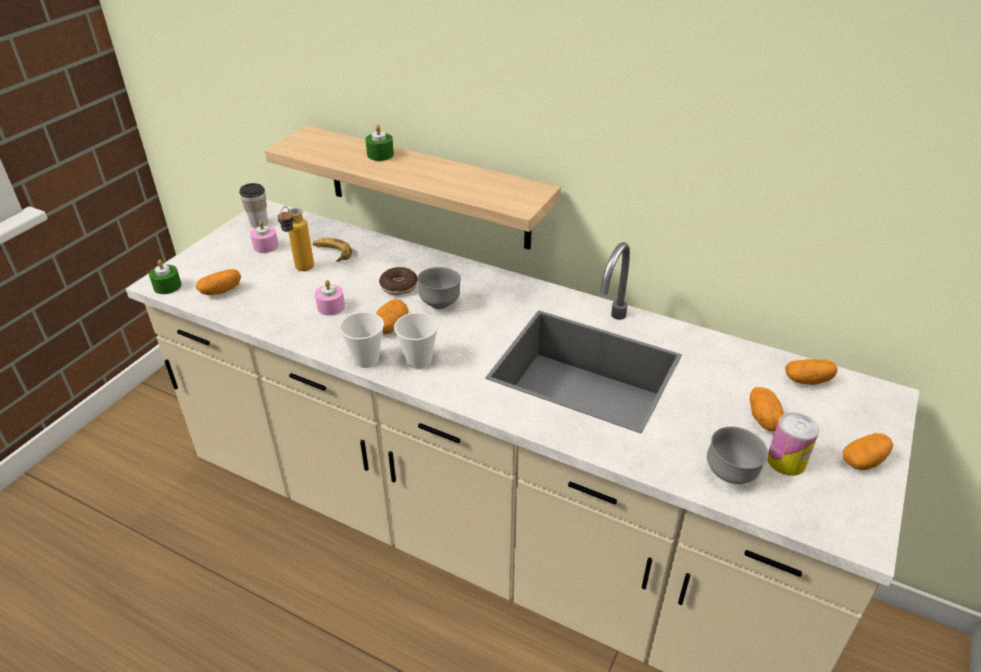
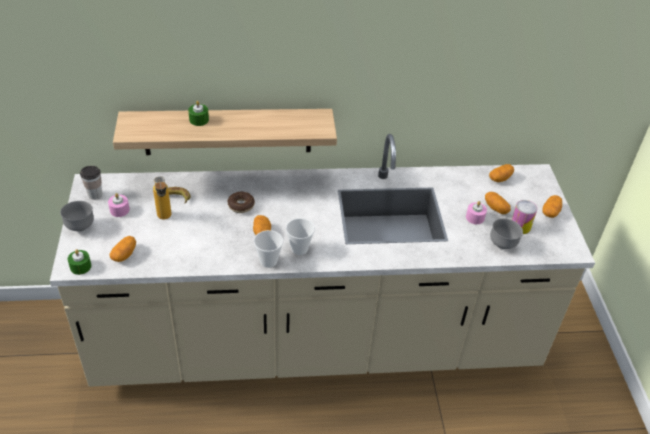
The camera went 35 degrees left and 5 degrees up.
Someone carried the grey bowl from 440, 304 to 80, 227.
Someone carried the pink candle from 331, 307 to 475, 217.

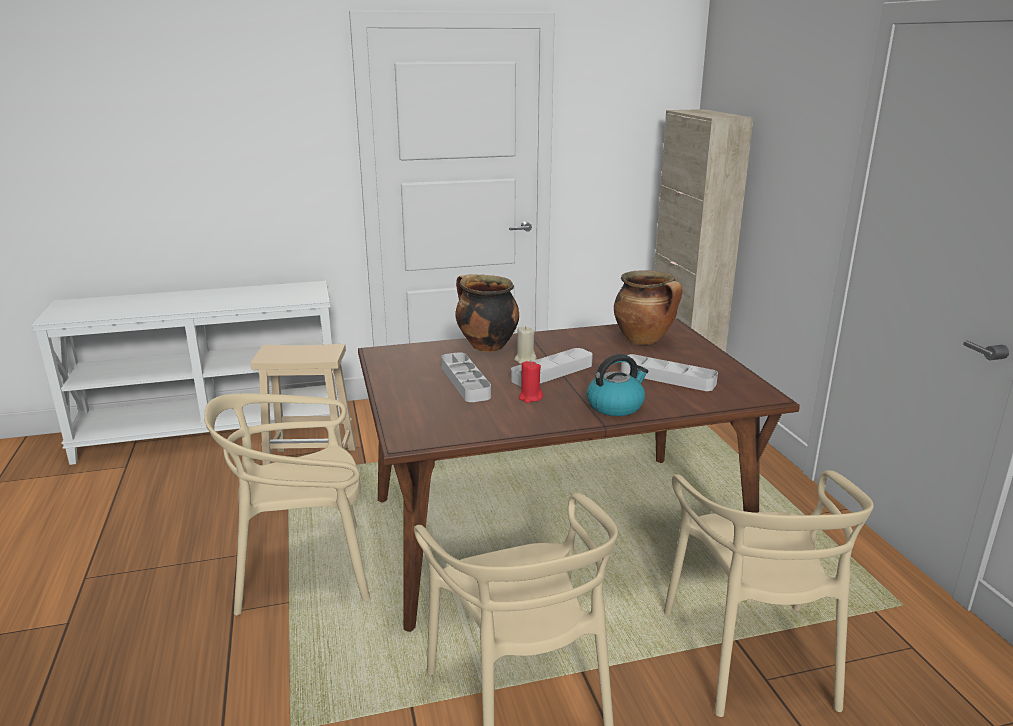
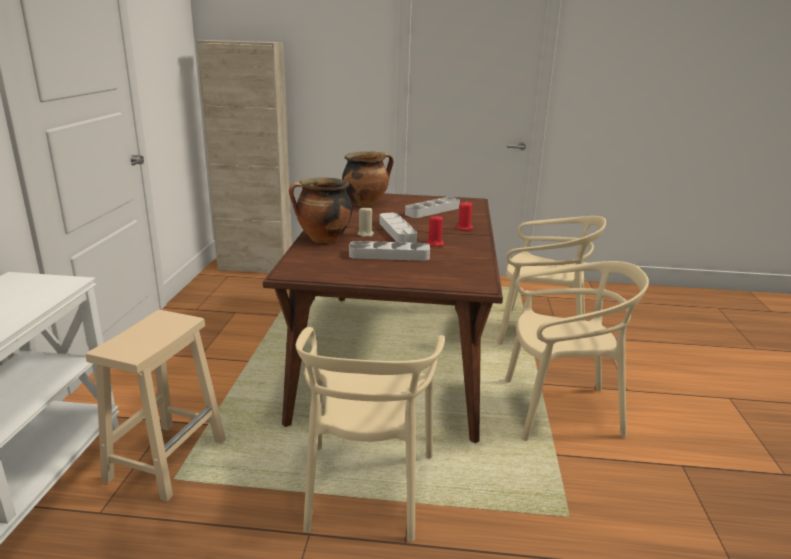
The camera went 70 degrees left and 0 degrees up.
Someone swapped the kettle at 615, 405 for the red candle at 464, 228.

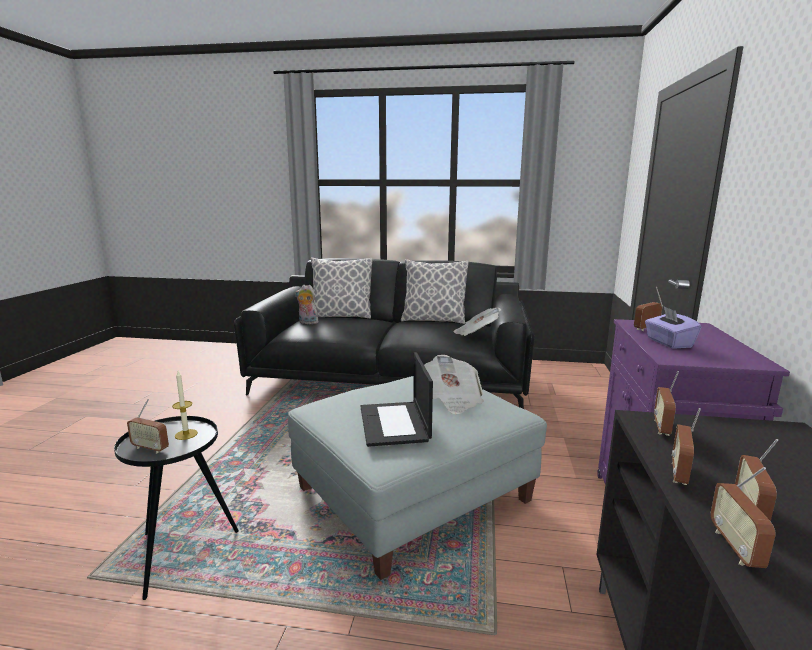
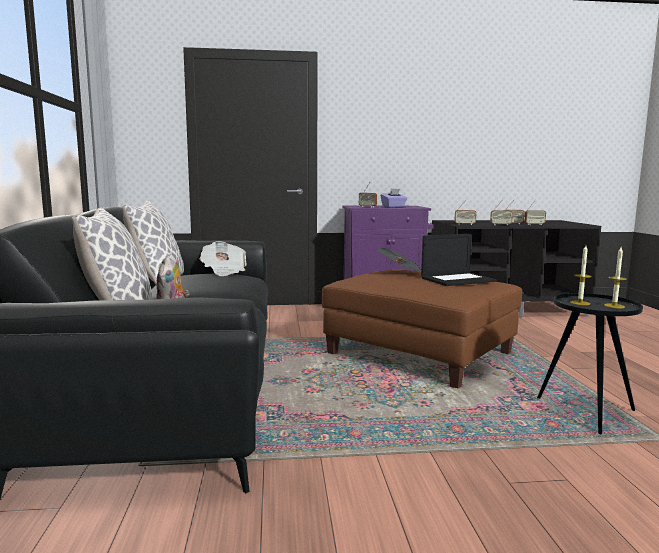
The camera went 105 degrees left and 5 degrees down.
Someone repainted the grey ottoman at 413, 493, which became the brown ottoman at 418, 353.
Someone swapped the radio at 150, 448 for the candle at 614, 306.

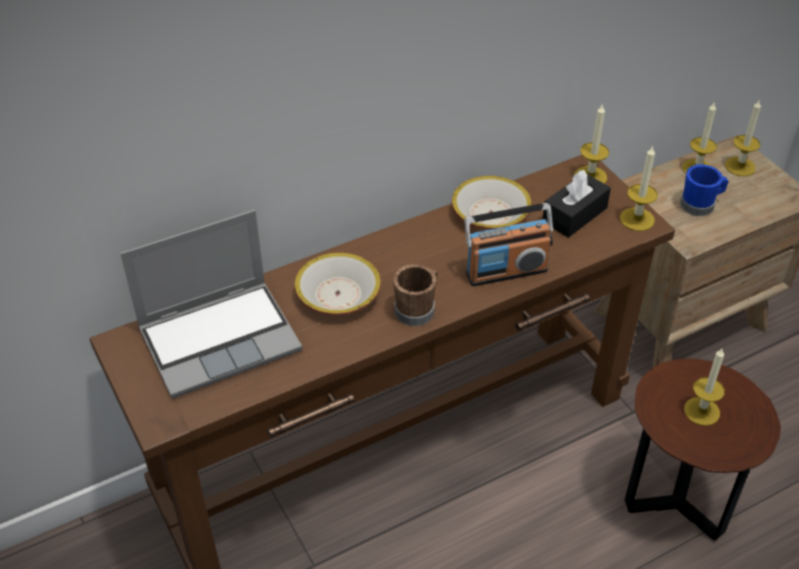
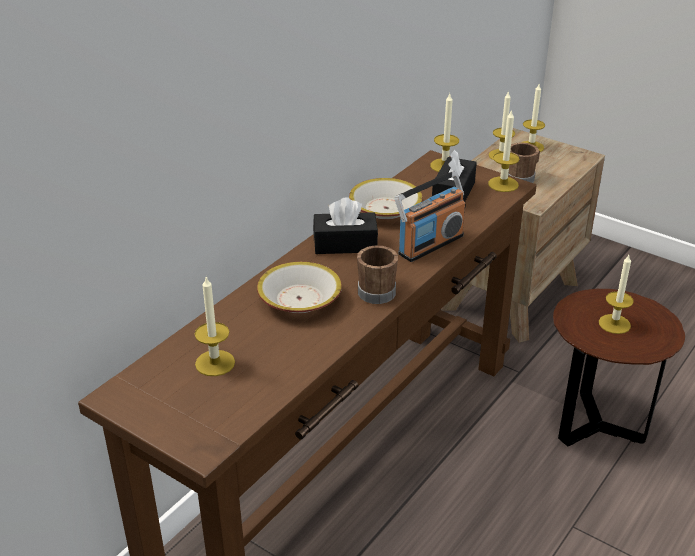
The camera went 25 degrees left and 10 degrees down.
Someone swapped the laptop at 221, 338 for the candle at 215, 363.
Someone put down the black tissue box at 345, 244.
Someone repainted the blue mug at 700, 204, which became the brown mug at 522, 178.

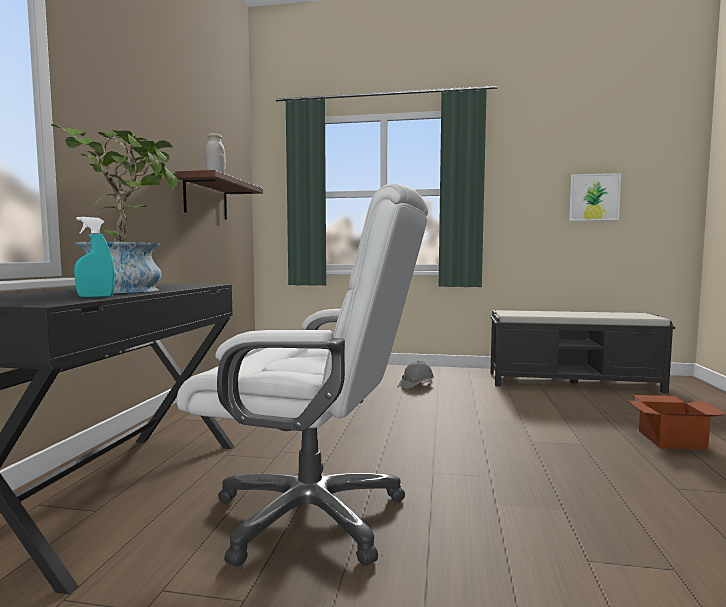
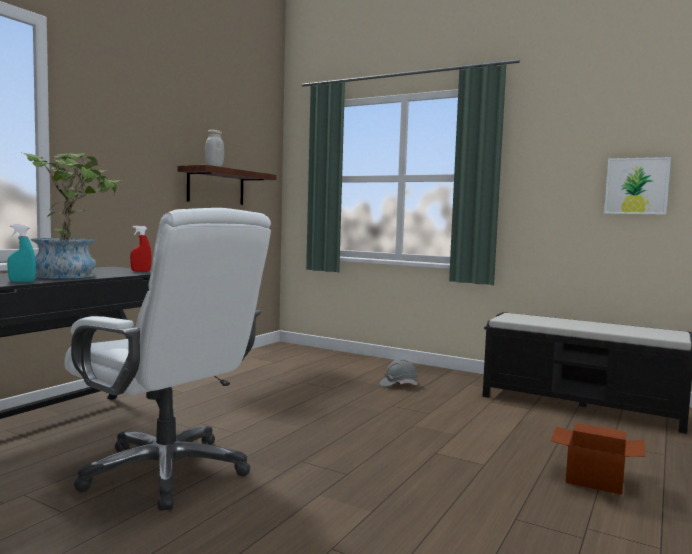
The camera went 20 degrees right and 0 degrees up.
Someone put down the red spray bottle at 141, 271.

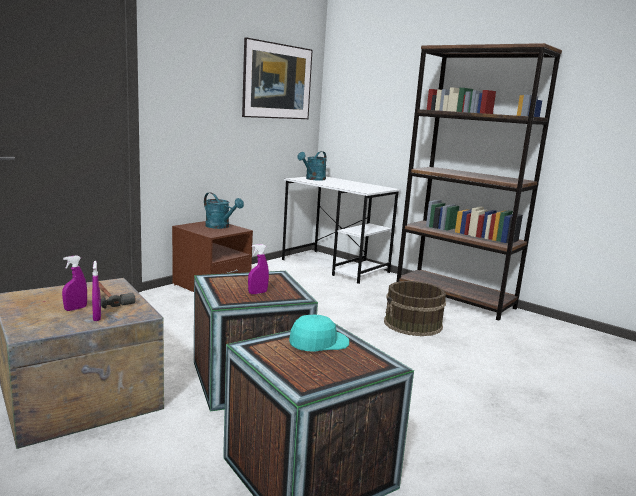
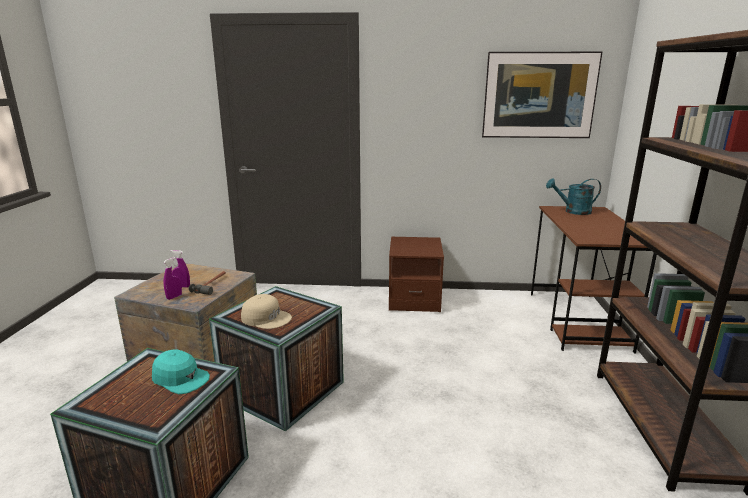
The camera went 55 degrees right and 5 degrees up.
Someone swapped the purple spray bottle at 257, 293 for the beige cap at 266, 318.
Someone repainted the white desk at 335, 266, which became the brown desk at 577, 320.
Someone took away the turquoise watering can at 220, 227.
Someone took away the brown bucket at 413, 324.

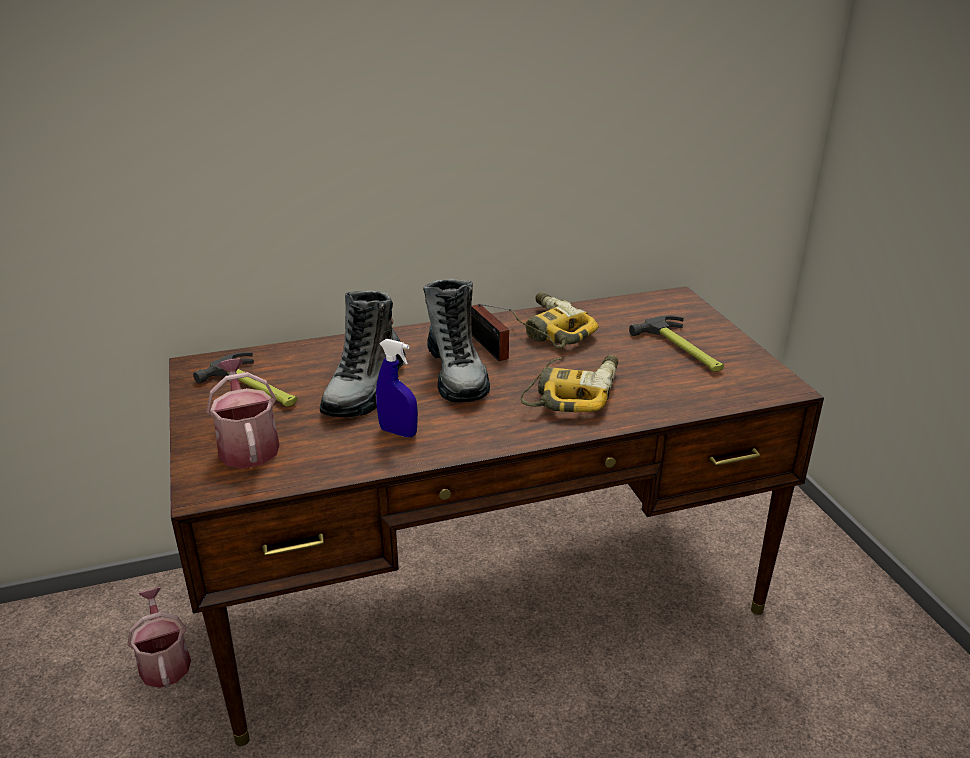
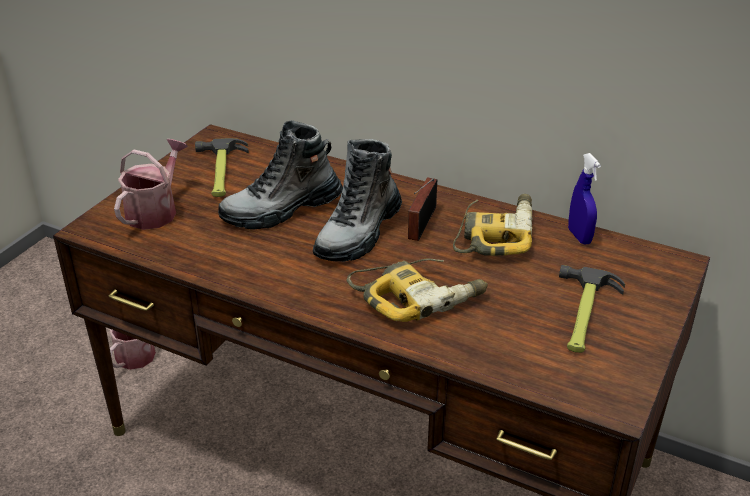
The camera went 45 degrees right and 5 degrees up.
Someone carried the blue spray bottle from 398, 432 to 579, 236.

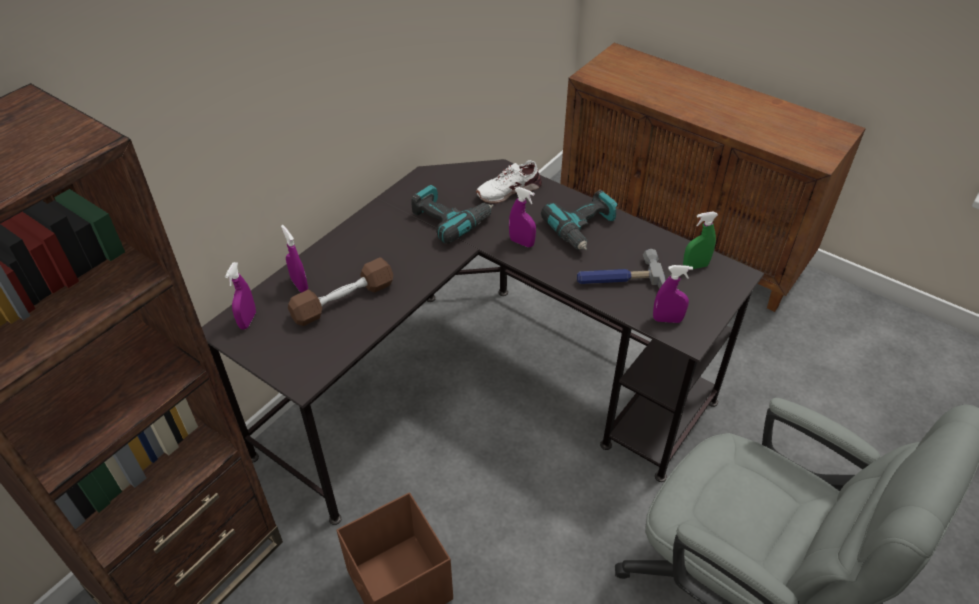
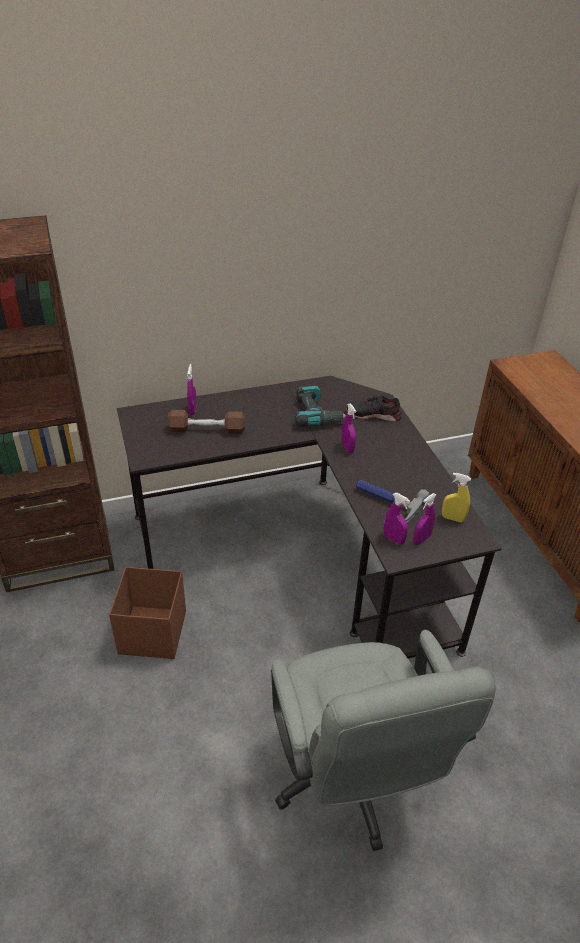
The camera went 35 degrees right and 5 degrees down.
Someone repainted the white shoe at 508, 190, which became the black shoe at 373, 414.
Someone carried the purple spray bottle from 247, 320 to 421, 539.
Someone repainted the green spray bottle at 695, 266, which became the yellow spray bottle at 452, 518.
Someone took away the power drill at 584, 229.

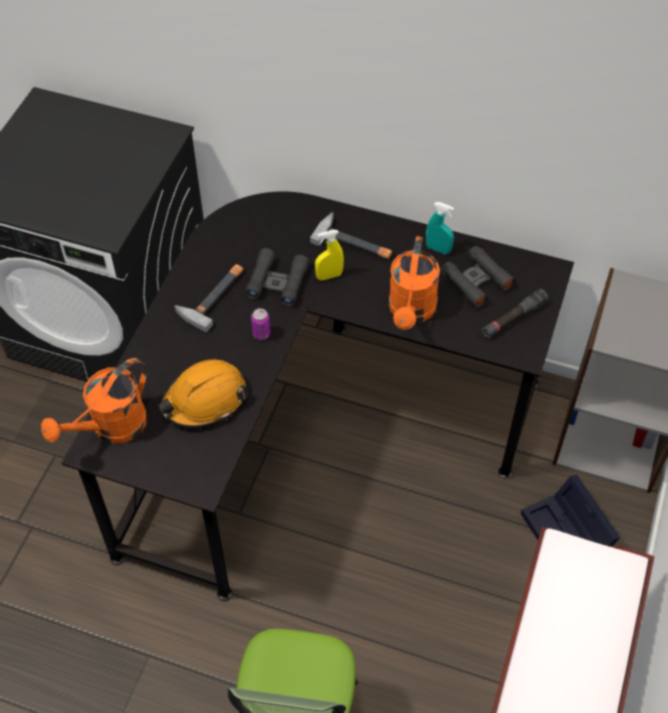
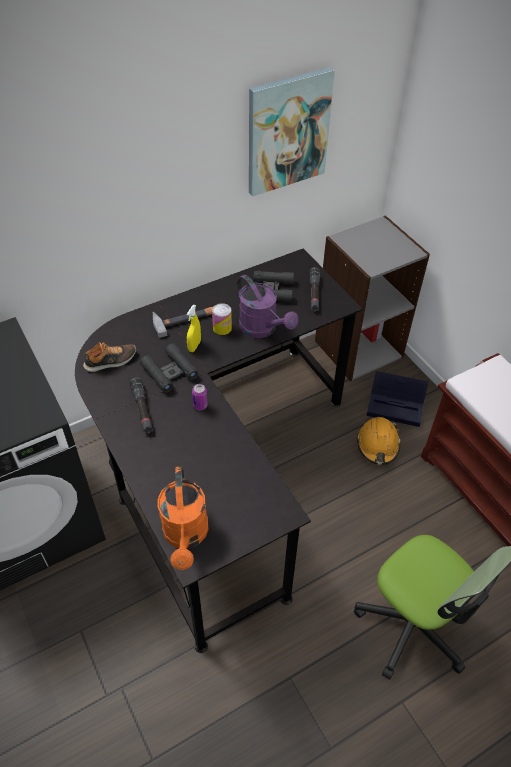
The camera went 50 degrees left and 5 degrees down.
Someone put down the shoe at 111, 361.
Someone swapped the hammer at 214, 296 for the black flashlight at 142, 409.
Someone put down the can at 222, 328.
Someone repainted the orange watering can at 411, 312, which became the purple watering can at 262, 329.
Someone put up the picture at 287, 132.
Someone carried the orange hard hat from 204, 400 to 378, 445.
Someone took away the turquoise spray bottle at 438, 249.

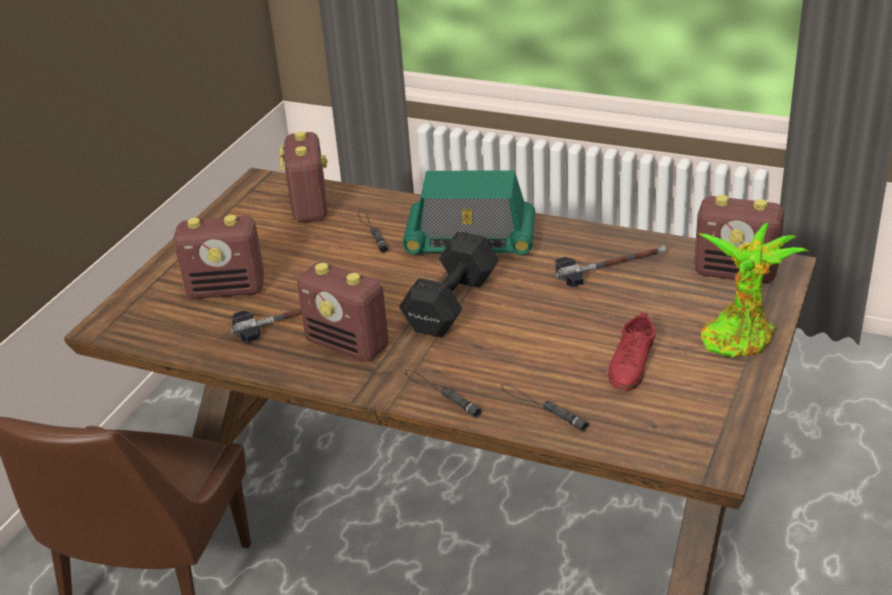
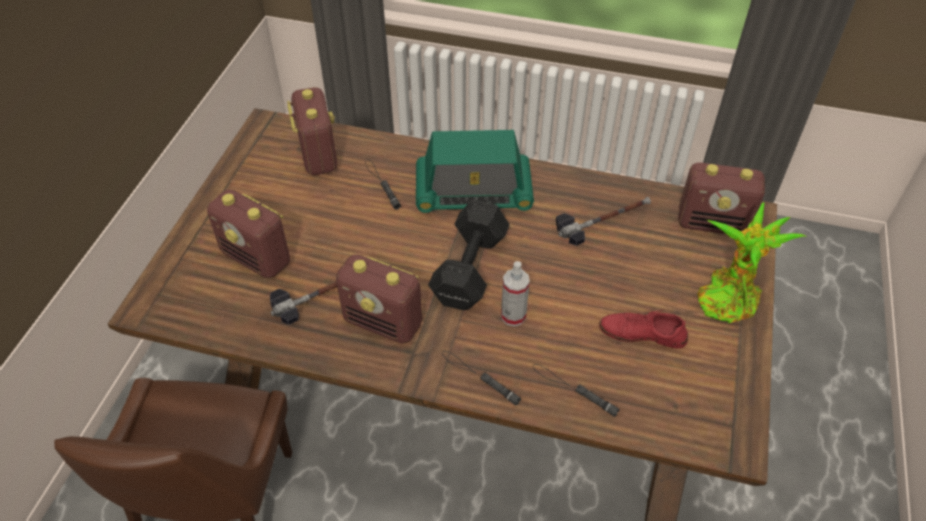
The camera went 10 degrees left and 15 degrees up.
Someone rotated the radio at 227, 289 by 45 degrees clockwise.
Someone put down the spray bottle at 513, 316.
Someone rotated the red shoe at 631, 364 by 90 degrees clockwise.

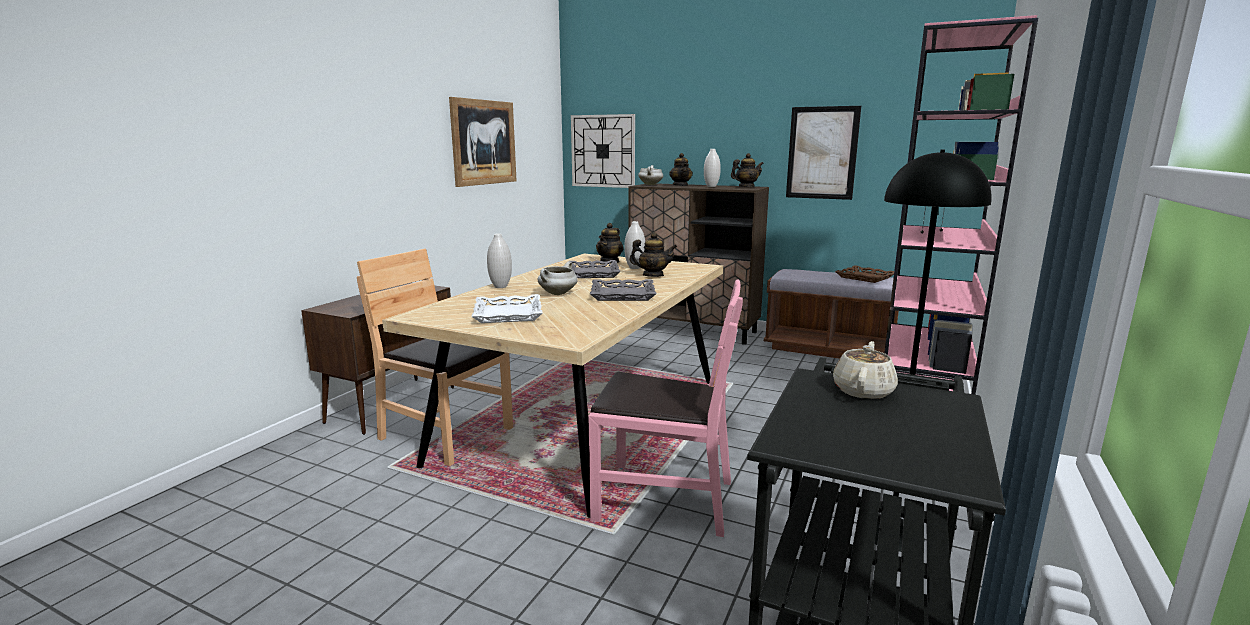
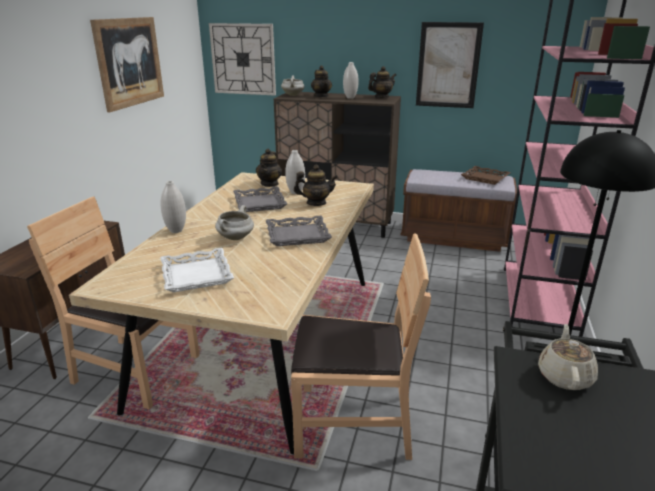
The camera went 10 degrees left and 10 degrees up.
Someone repainted the pink chair at 664, 499, which became the brown chair at 352, 423.

